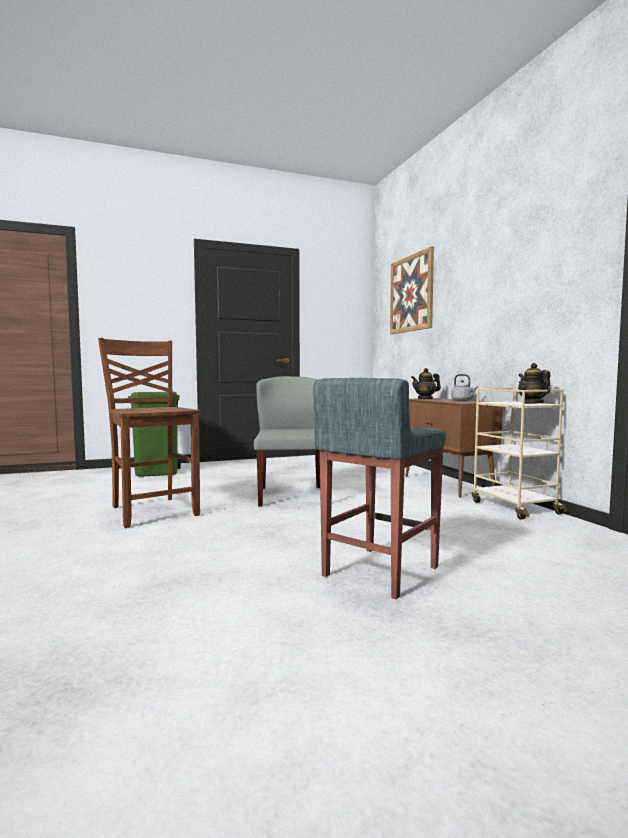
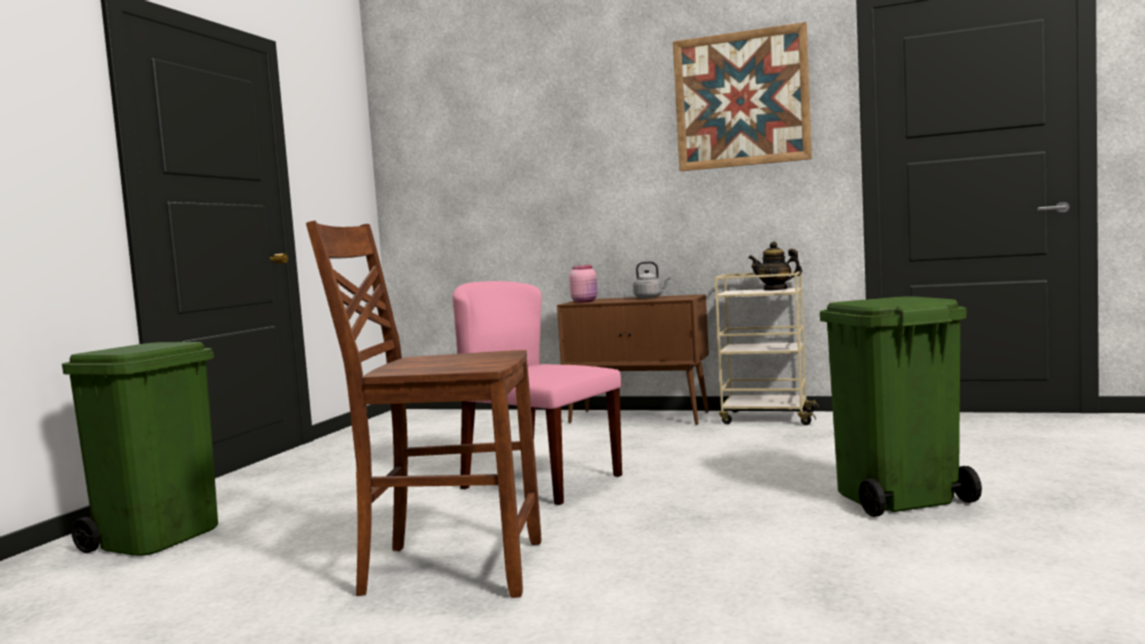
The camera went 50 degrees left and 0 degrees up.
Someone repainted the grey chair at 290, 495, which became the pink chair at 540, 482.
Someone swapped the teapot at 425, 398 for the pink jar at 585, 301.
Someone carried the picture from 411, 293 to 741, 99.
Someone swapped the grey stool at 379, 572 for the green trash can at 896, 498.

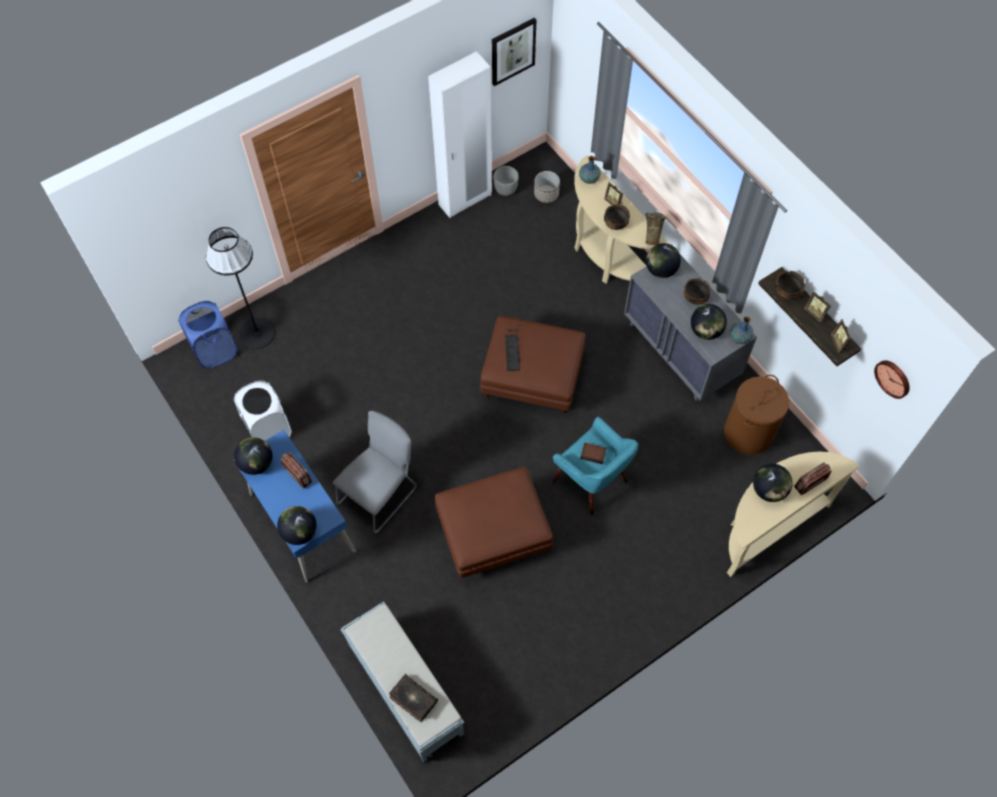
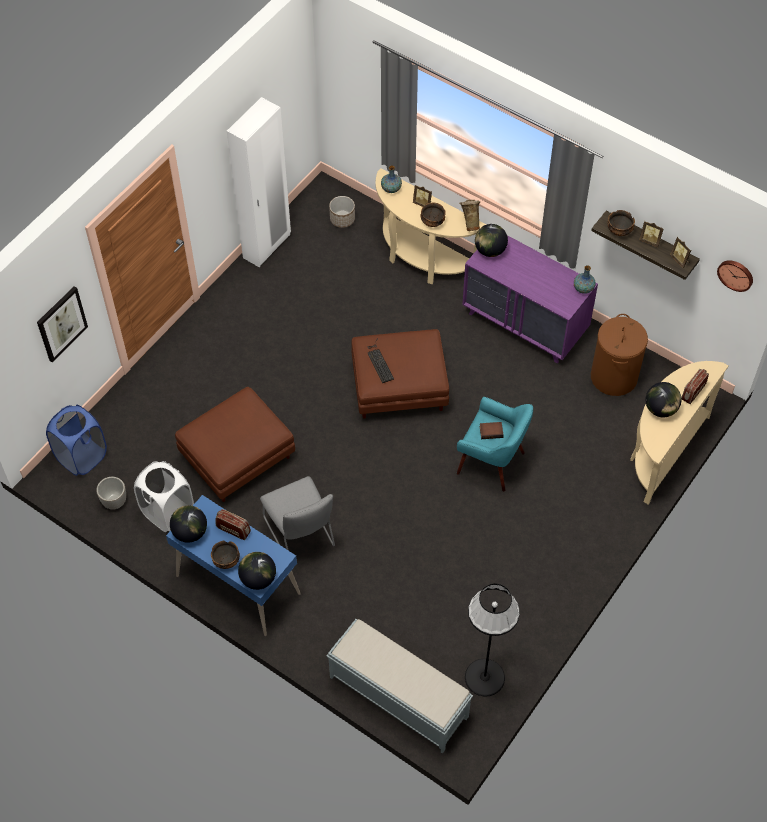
The camera went 20 degrees left and 5 degrees down.
Someone carried the picture from 512, 51 to 61, 323.
Someone carried the planter from 506, 190 to 114, 501.
Someone carried the brown ottoman from 492, 534 to 237, 459.
Someone carried the bowl from 695, 298 to 226, 561.
Someone rotated the grey chair at 380, 493 by 135 degrees clockwise.
Someone repainted the grey dresser at 680, 351, which became the purple dresser at 525, 324.
Someone carried the black floor lamp from 257, 333 to 484, 677.
Someone took away the book at 413, 699.
Someone took away the globe at 705, 331.

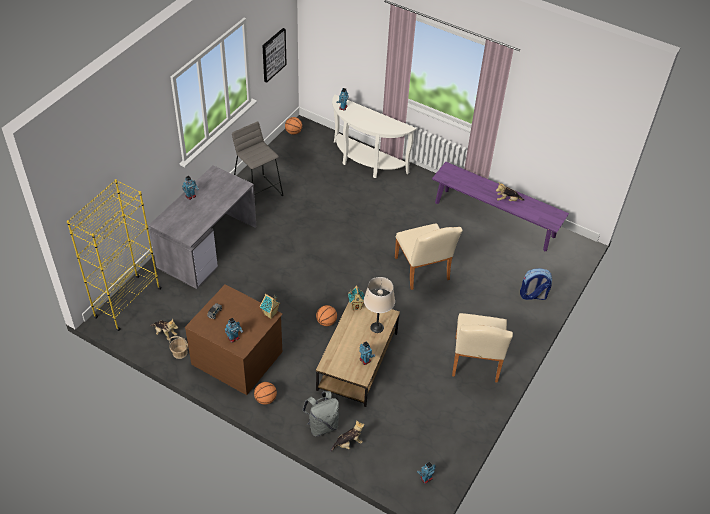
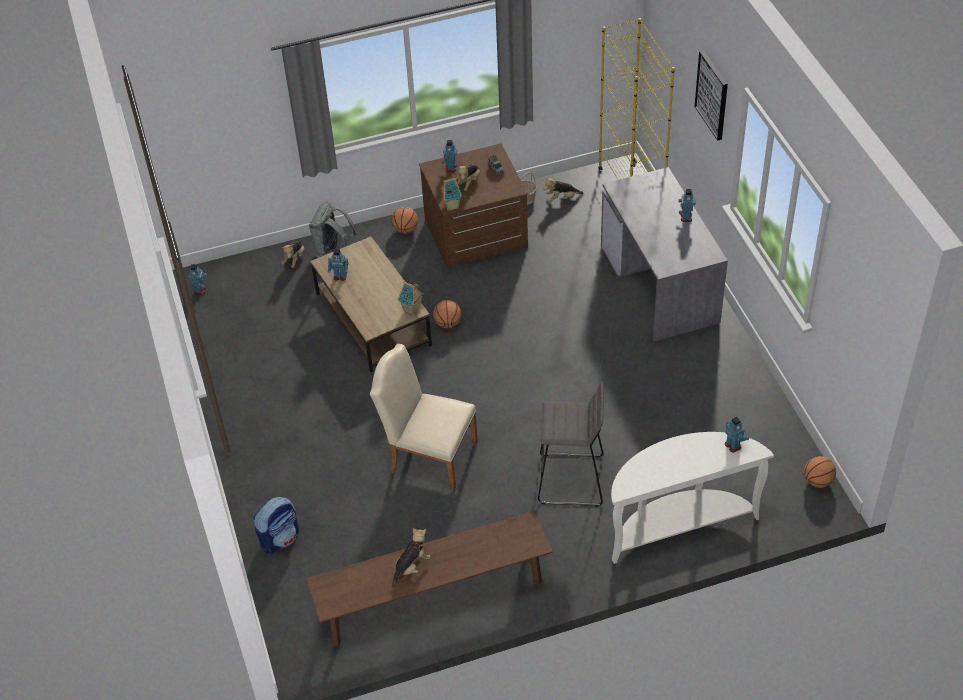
The camera went 135 degrees right and 0 degrees up.
Someone repainted the purple bench at 494, 219, which became the brown bench at 433, 598.
Someone put down the plush toy at 468, 183.
Someone carried the grey stool from 258, 192 to 571, 480.
Someone carried the picture from 273, 54 to 712, 95.
Someone took away the beige table lamp at 377, 327.
Someone took away the beige chair at 475, 363.

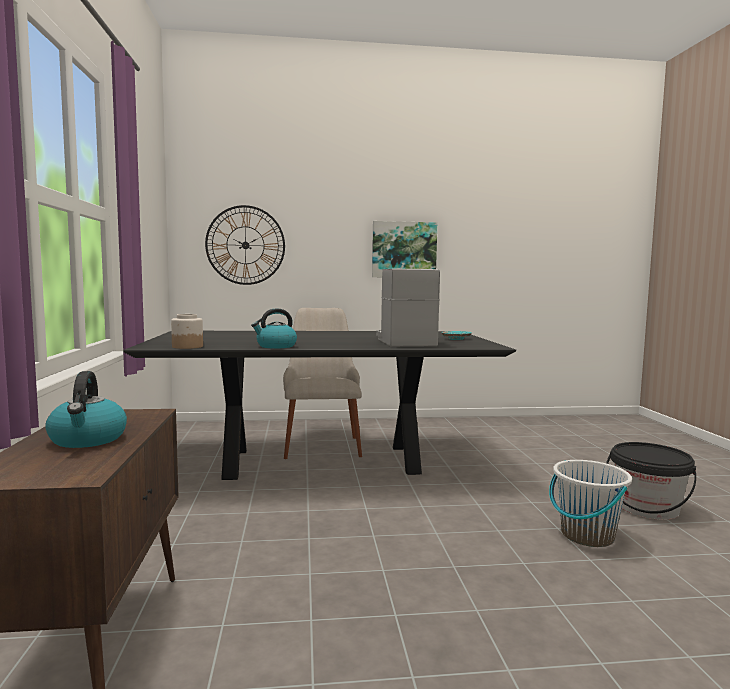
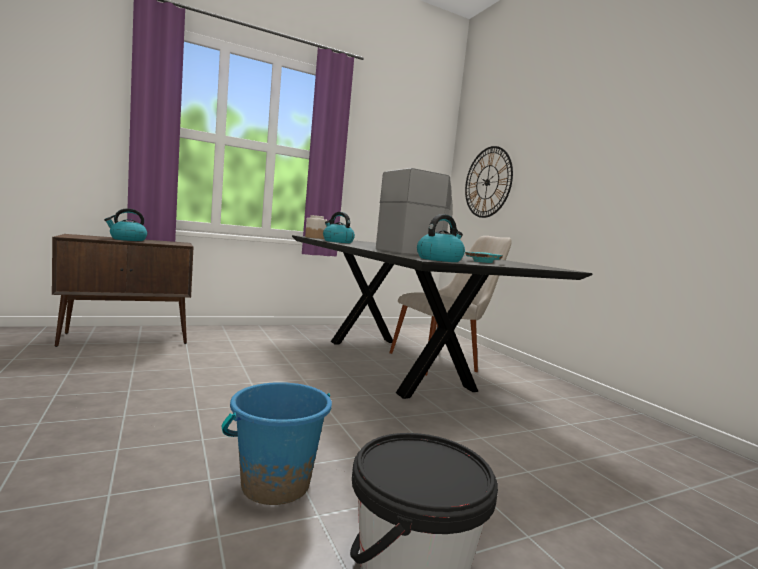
The camera went 70 degrees right and 0 degrees up.
Someone repainted the white bucket at 586, 535, which became the blue bucket at 275, 485.
Someone put down the kettle at 439, 260.
Someone took away the picture at 404, 250.

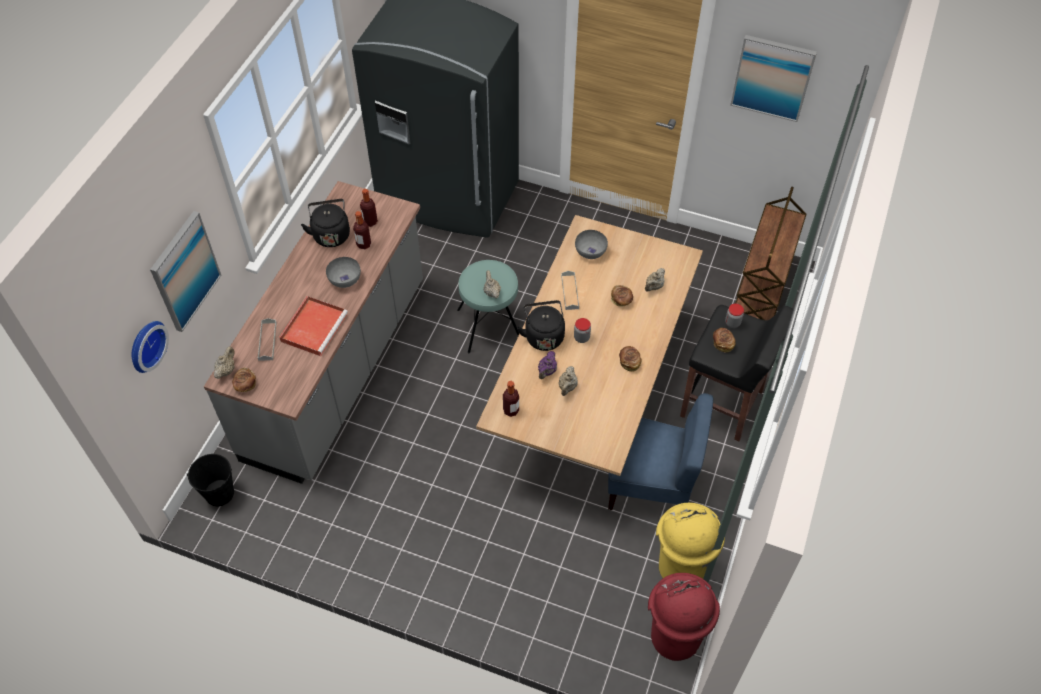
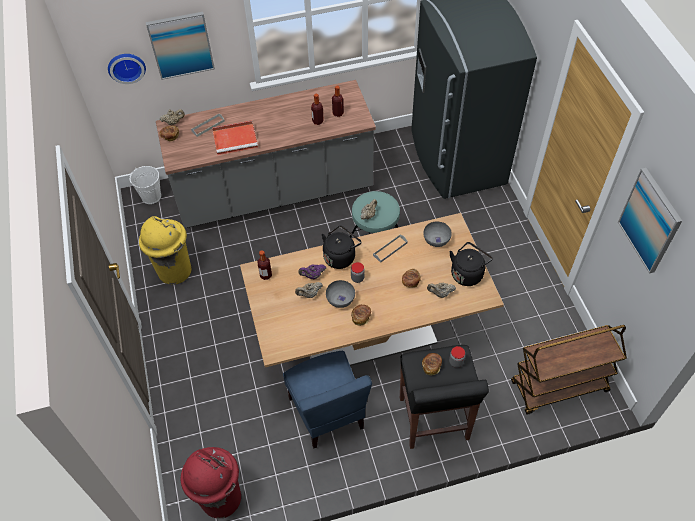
The camera went 55 degrees right and 0 degrees up.
Someone repainted the black bucket at 219, 493, which became the white bucket at 151, 196.
Someone carried the yellow trash can from 680, 567 to 174, 270.
Someone carried the grey bowl from 344, 279 to 340, 299.
Someone carried the black kettle from 331, 234 to 467, 273.

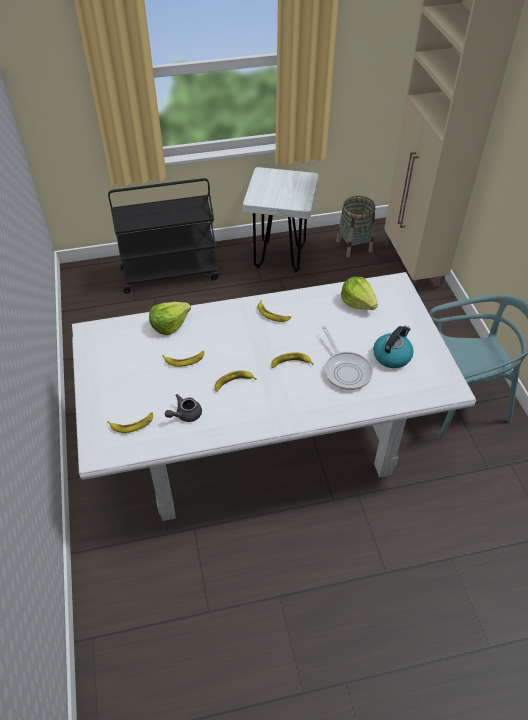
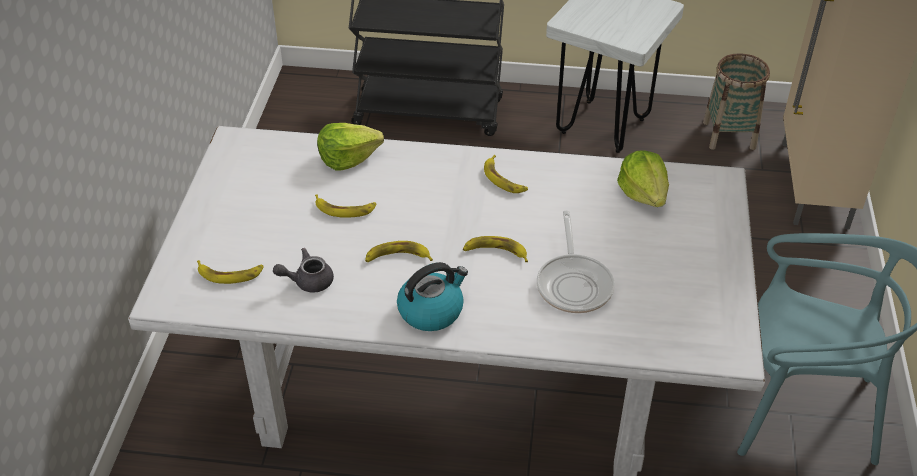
The camera went 20 degrees right and 5 degrees down.
Someone carried the kettle from 392, 355 to 431, 310.

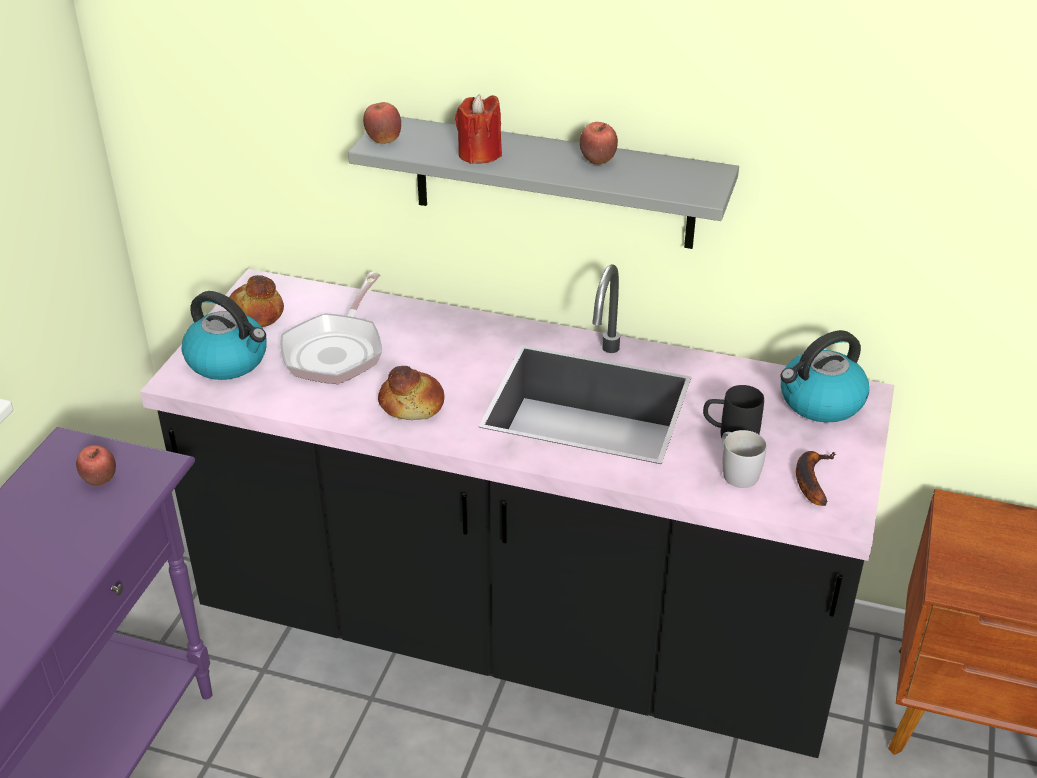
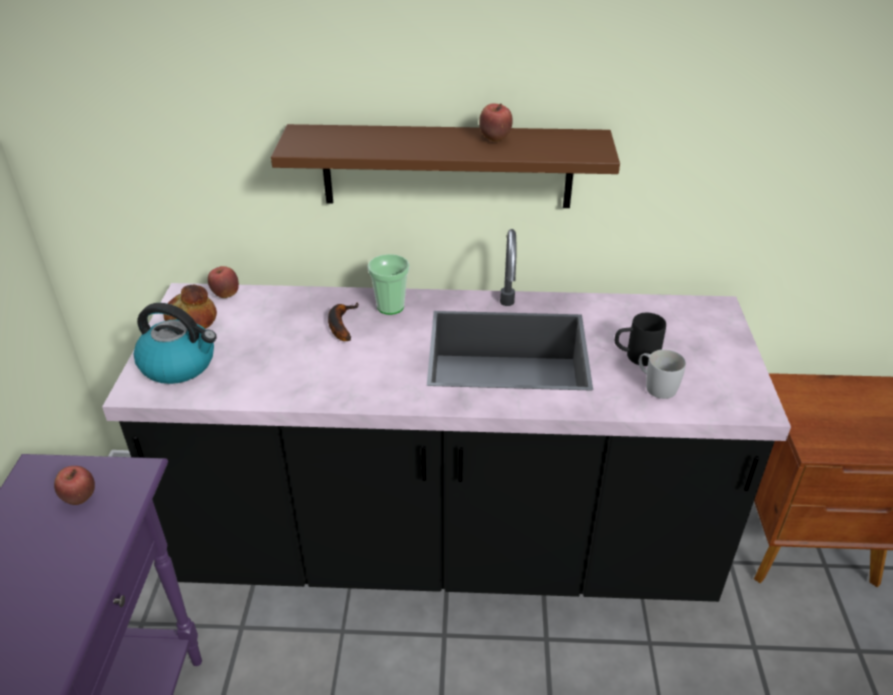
The camera went 15 degrees left and 0 degrees up.
Someone carried the apple from 383, 140 to 225, 295.
Someone repainted the grey shelf at 553, 182, which became the brown shelf at 447, 166.
Someone carried the banana from 810, 479 to 340, 324.
Someone put down the cup at 390, 307.
Someone took away the frying pan at 336, 351.
Someone took away the bread at 412, 404.
Someone took away the red candle at 479, 154.
Someone took away the kettle at 820, 402.

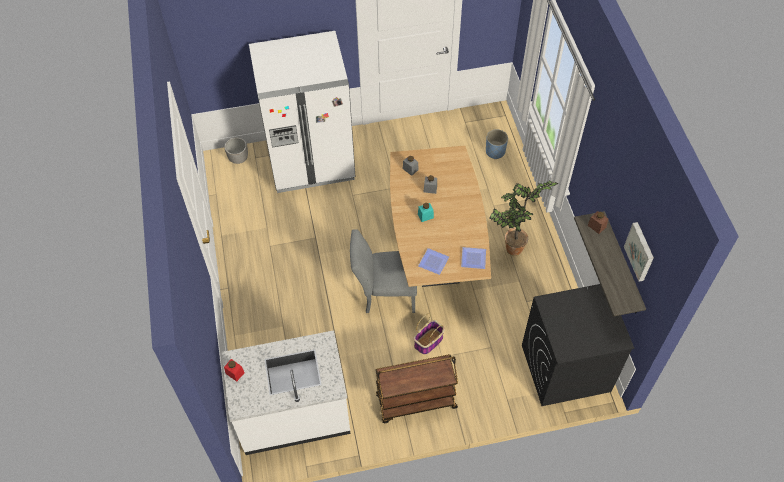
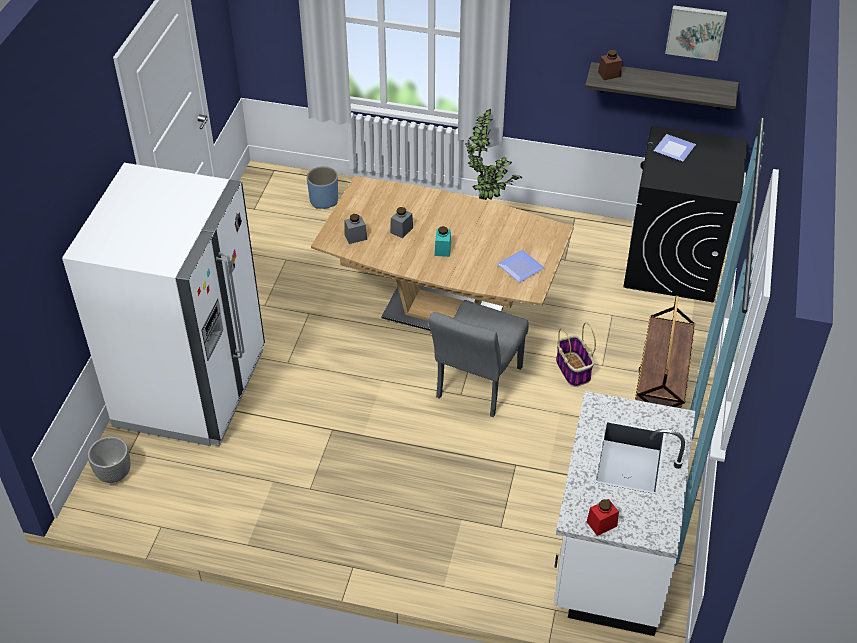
The camera went 65 degrees left and 10 degrees down.
Someone carried the plate from 474, 259 to 675, 149.

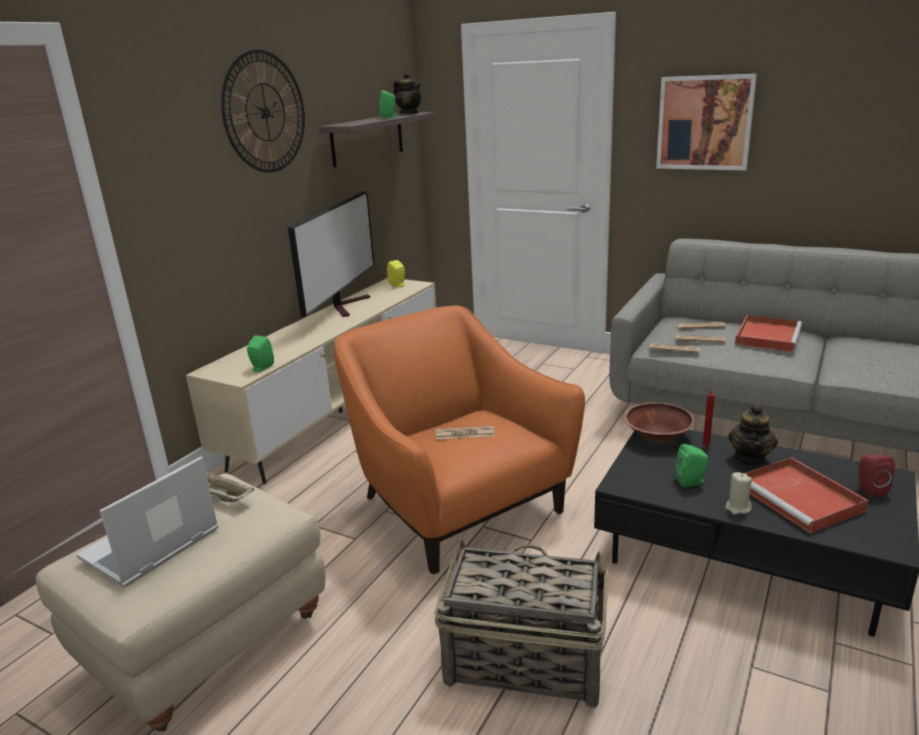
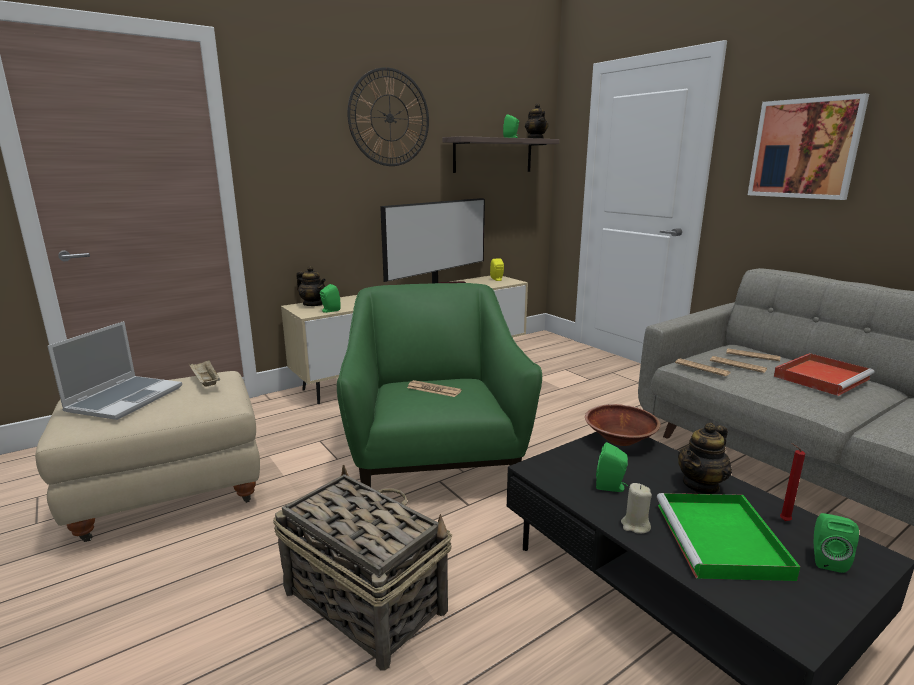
The camera went 25 degrees right and 5 degrees down.
Someone rotated the laptop at 150, 546 by 135 degrees clockwise.
Someone put down the teapot at 313, 304.
Someone repainted the orange armchair at 457, 505, which became the green armchair at 435, 459.
Someone repainted the red tray at 801, 499, which became the green tray at 722, 541.
Someone carried the red candle from 704, 447 to 782, 520.
Someone repainted the red speaker at 869, 489, which became the green speaker at 826, 559.

